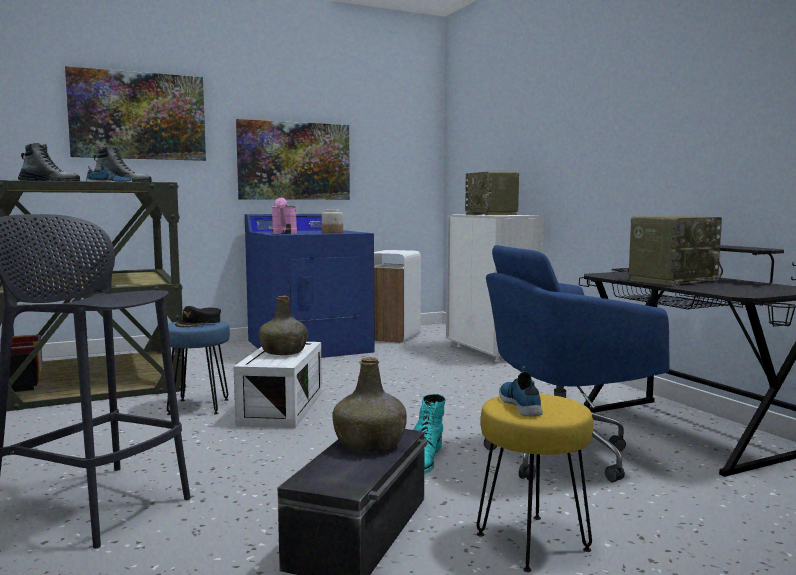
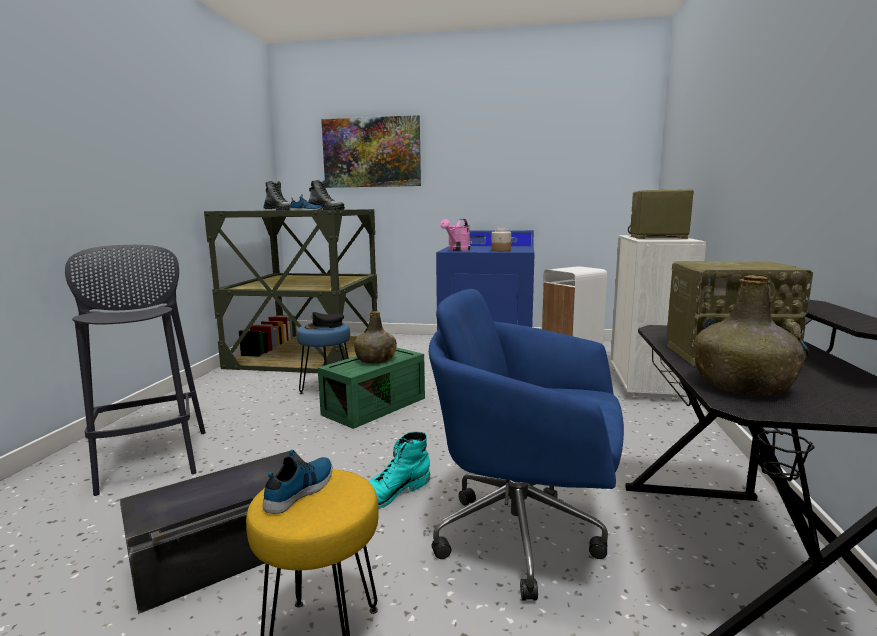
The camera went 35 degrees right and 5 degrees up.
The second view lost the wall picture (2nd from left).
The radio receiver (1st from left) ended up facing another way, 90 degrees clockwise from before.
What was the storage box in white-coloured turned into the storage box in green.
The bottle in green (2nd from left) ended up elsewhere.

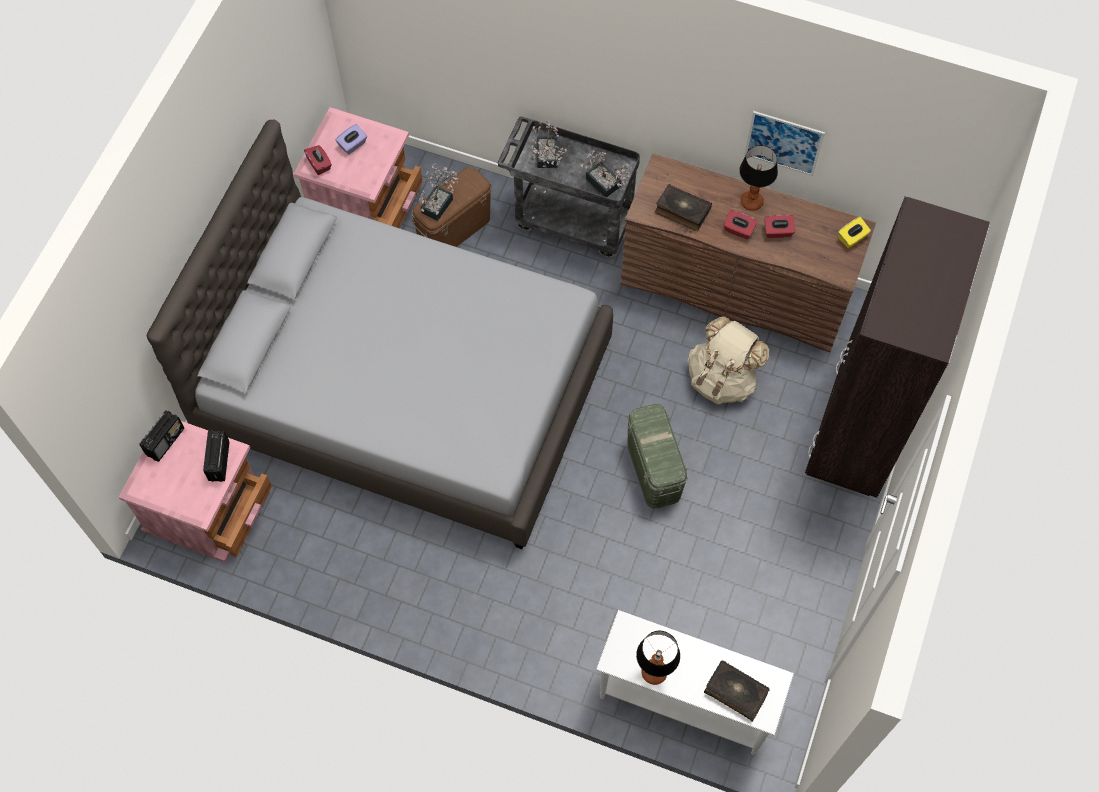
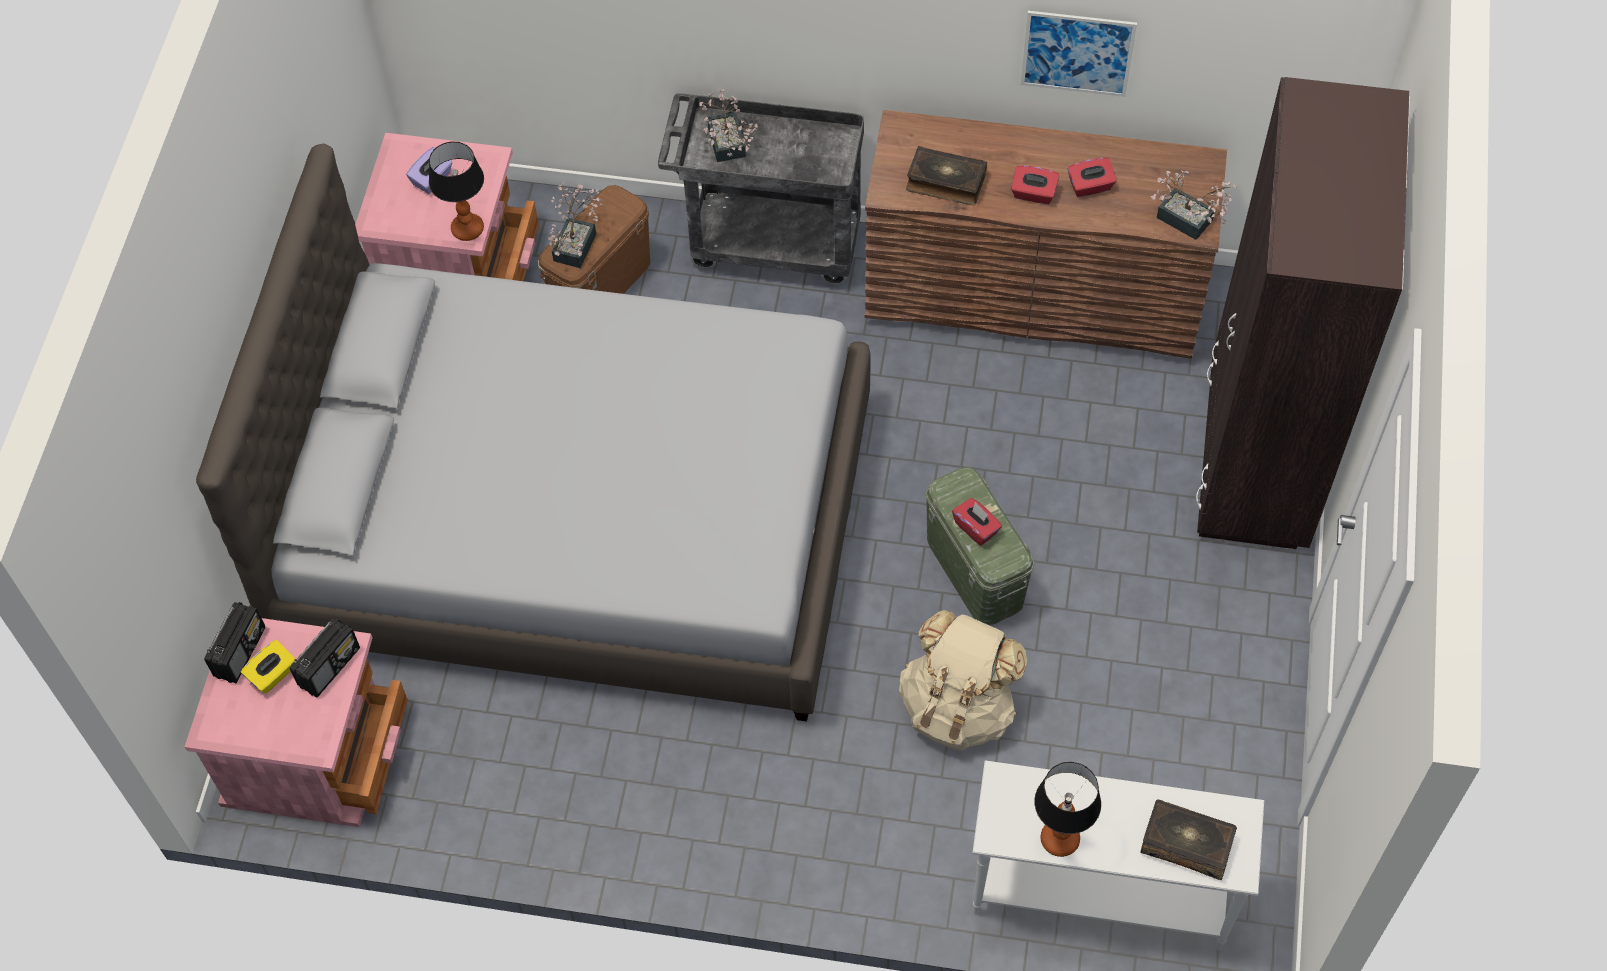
The camera went 10 degrees left and 5 degrees down.
The tissue holder in red (1st from left) ended up elsewhere.
The lamp for a table (2nd from left in the first image) ended up elsewhere.
The potted plant (3rd from left) ended up elsewhere.
The tissue holder in yellow-coloured ended up elsewhere.
The backpack in beige-coloured ended up elsewhere.
The radio receiver (2nd from left) ended up facing another way, 135 degrees counterclockwise from before.

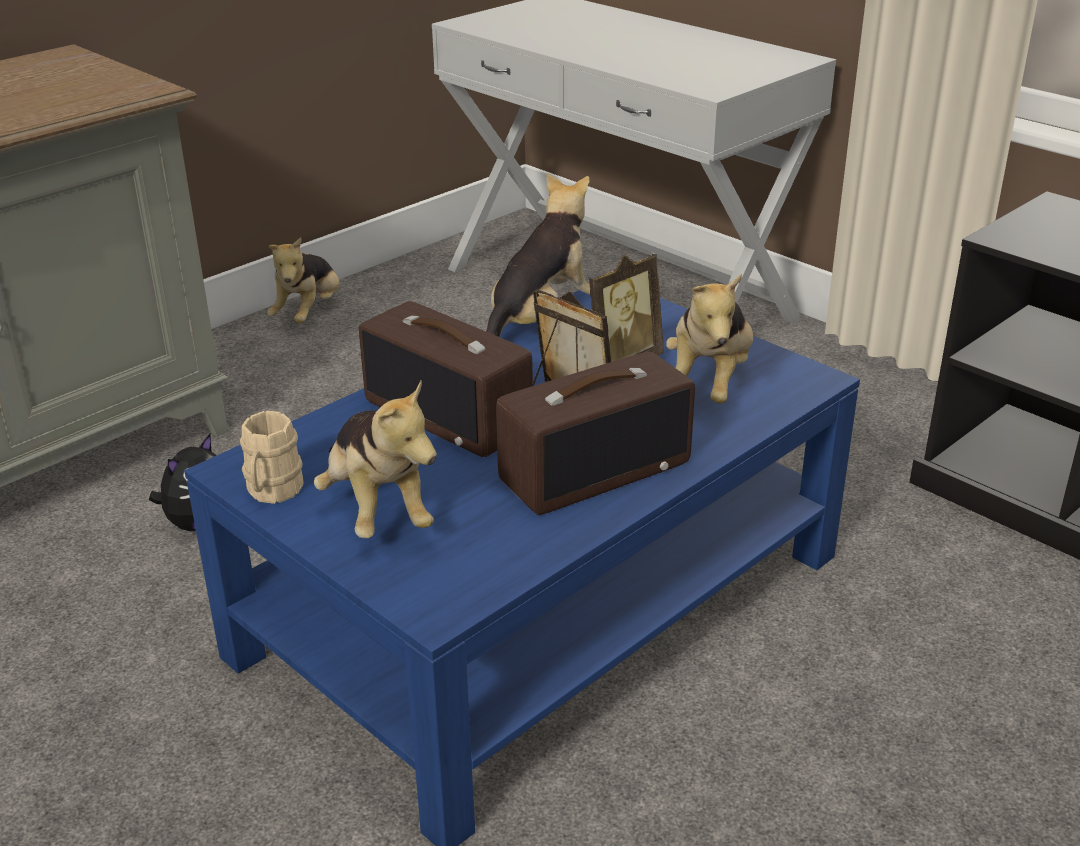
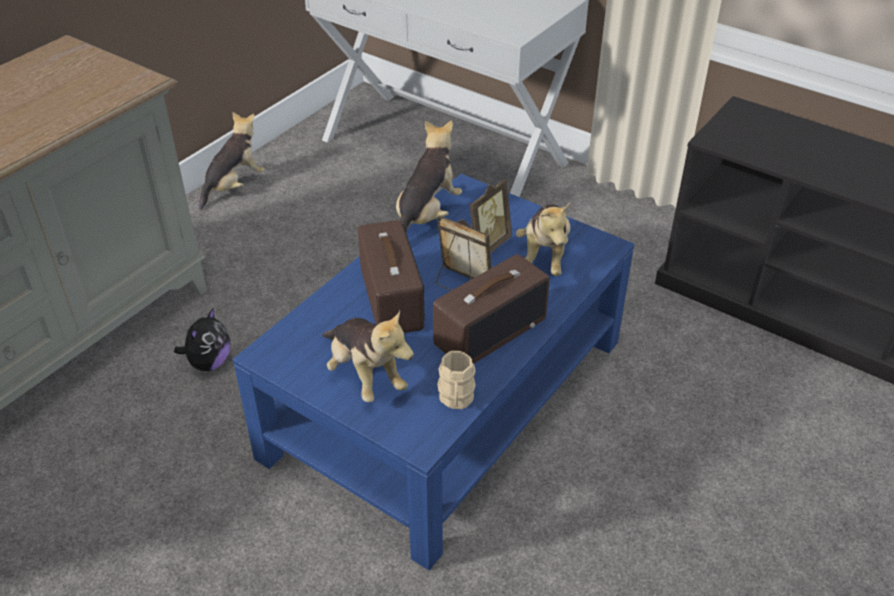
The camera went 10 degrees left and 10 degrees up.
The plush toy (2nd from left) ended up facing another way, 150 degrees counterclockwise from before.
The radio receiver (1st from left) ended up facing another way, 135 degrees counterclockwise from before.
The mug in beige-coloured ended up elsewhere.

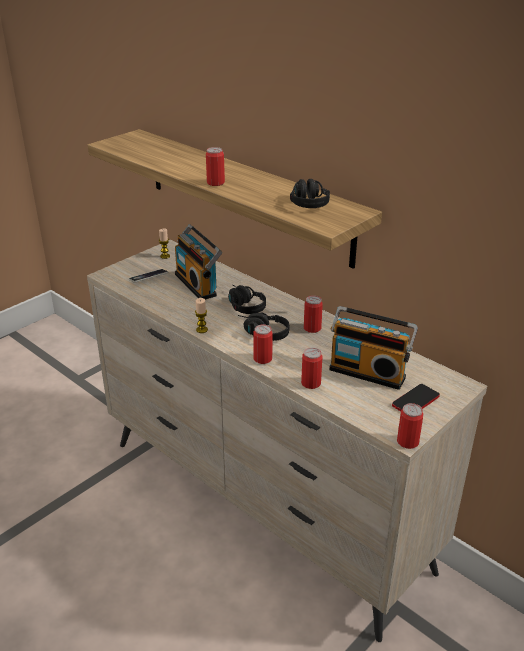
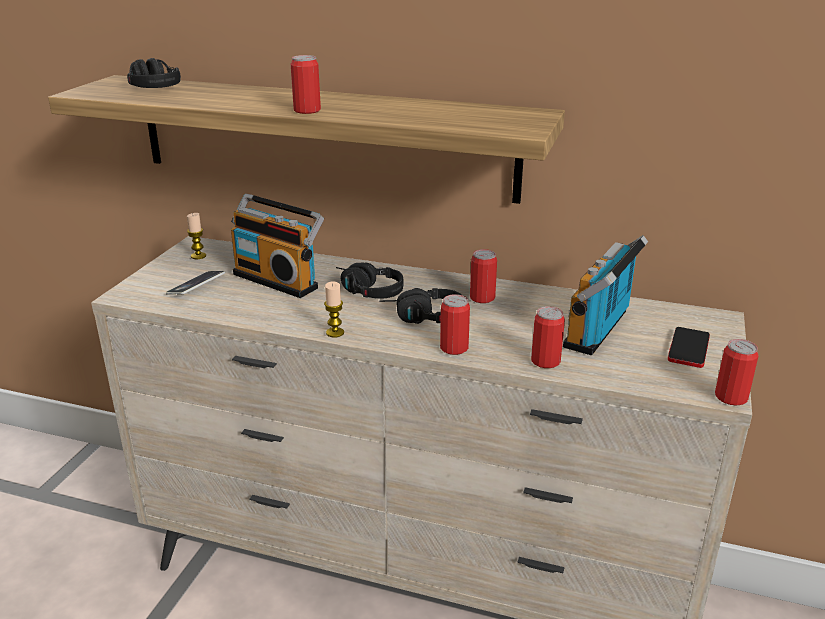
The camera went 25 degrees left and 5 degrees down.
The pair of headphones in black (3rd from left in the first image) ended up elsewhere.
The radio receiver (2nd from left) ended up facing another way, 120 degrees clockwise from before.

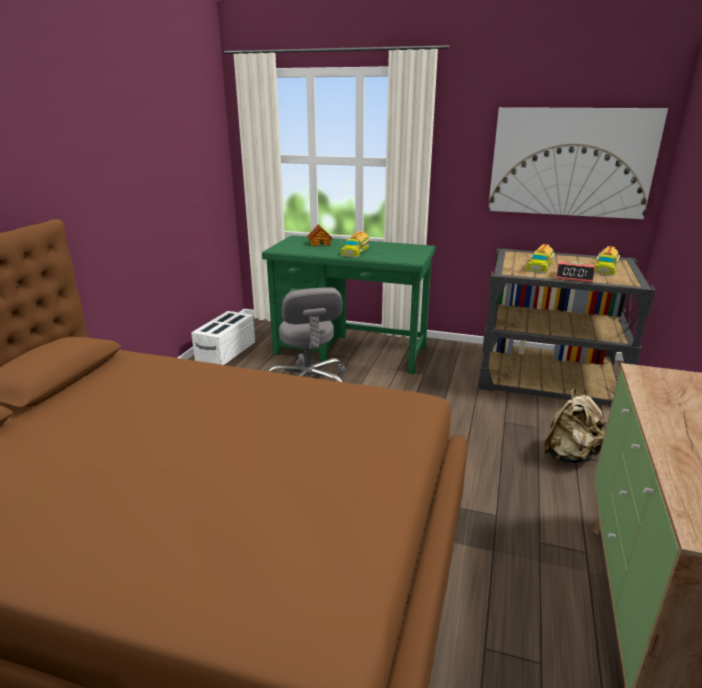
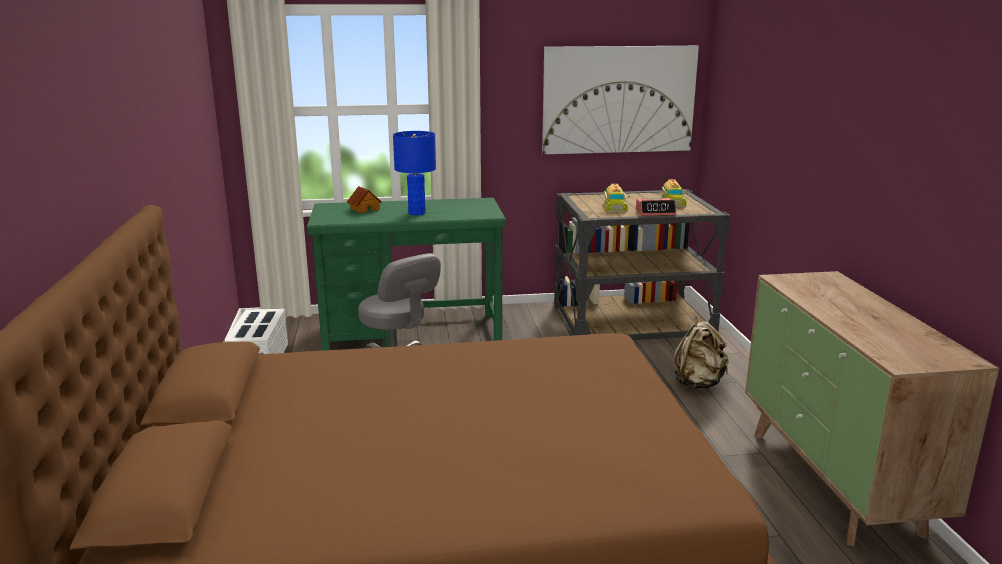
The camera went 25 degrees left and 5 degrees down.
Where the toy truck (1st from left) stood, the lamp for a table in bluish came to stand.

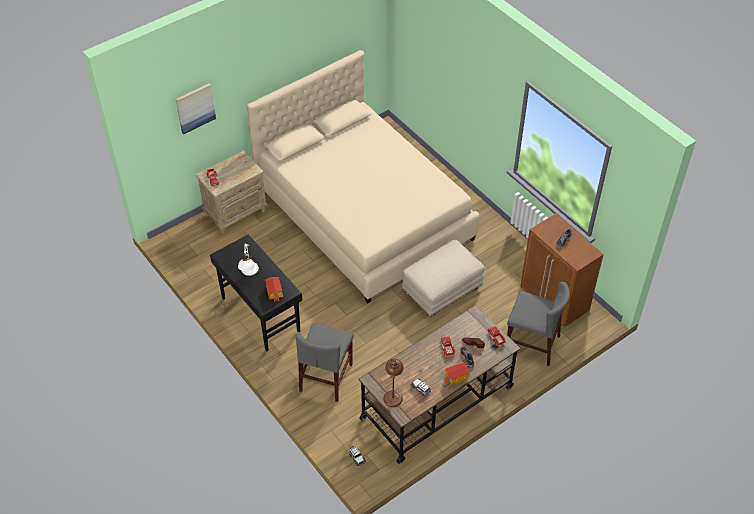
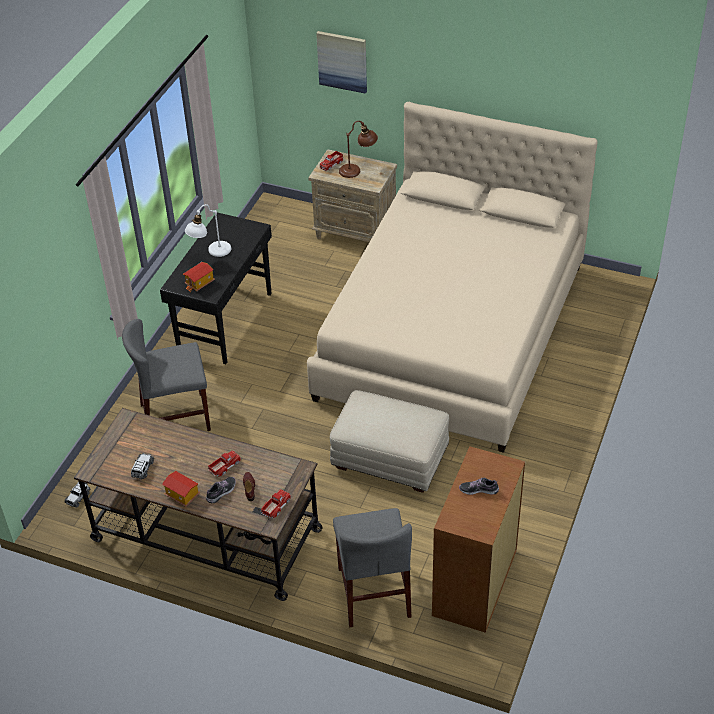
The camera went 60 degrees right and 5 degrees down.
The lamp for a table in brown ended up elsewhere.

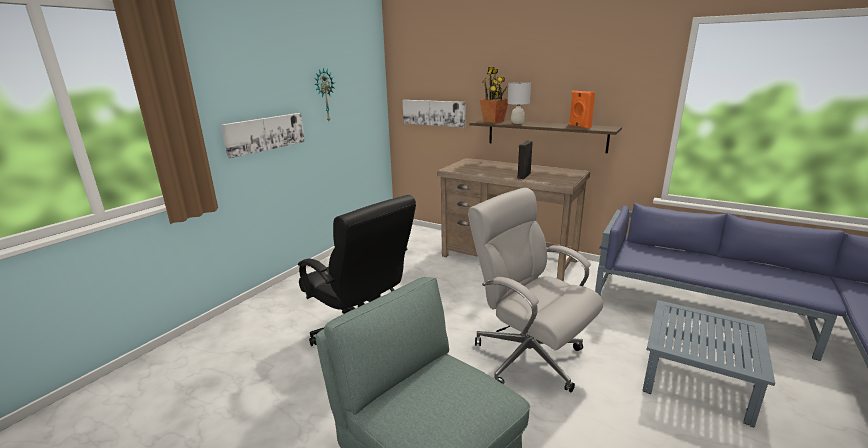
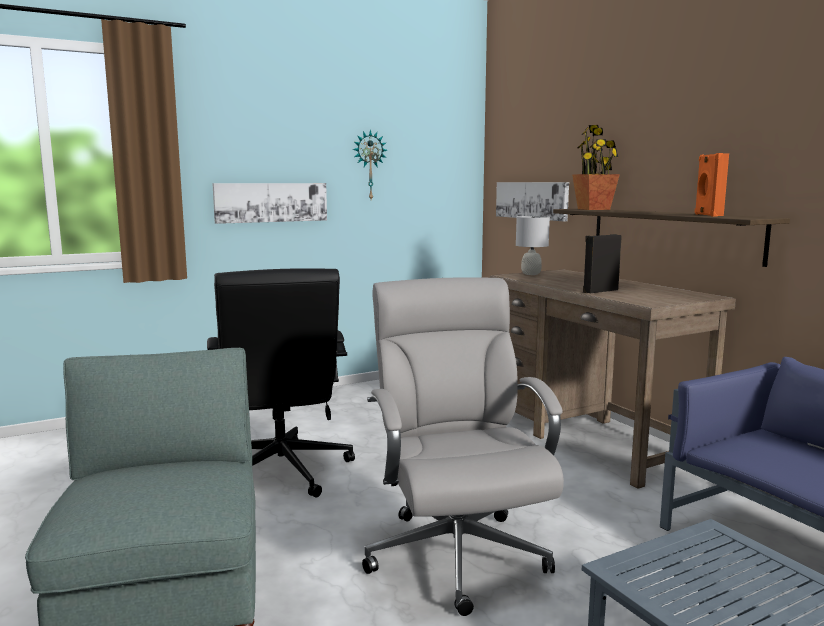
The camera went 30 degrees right and 10 degrees down.
The lamp for a table in gray ended up elsewhere.

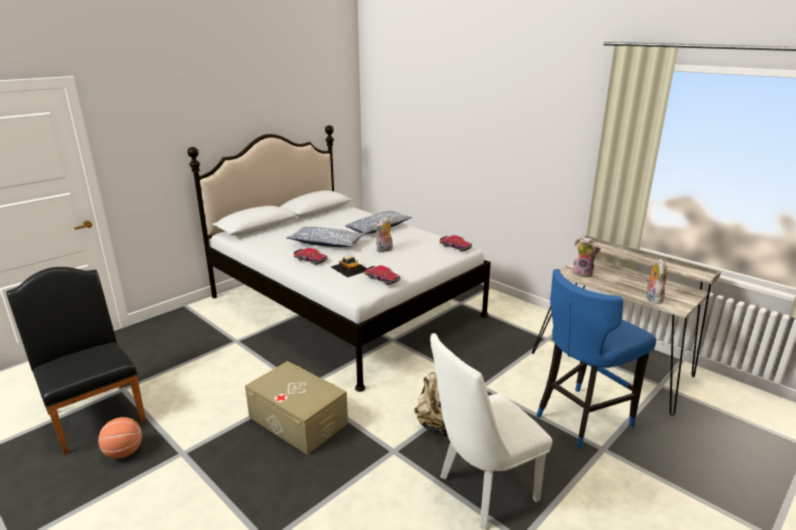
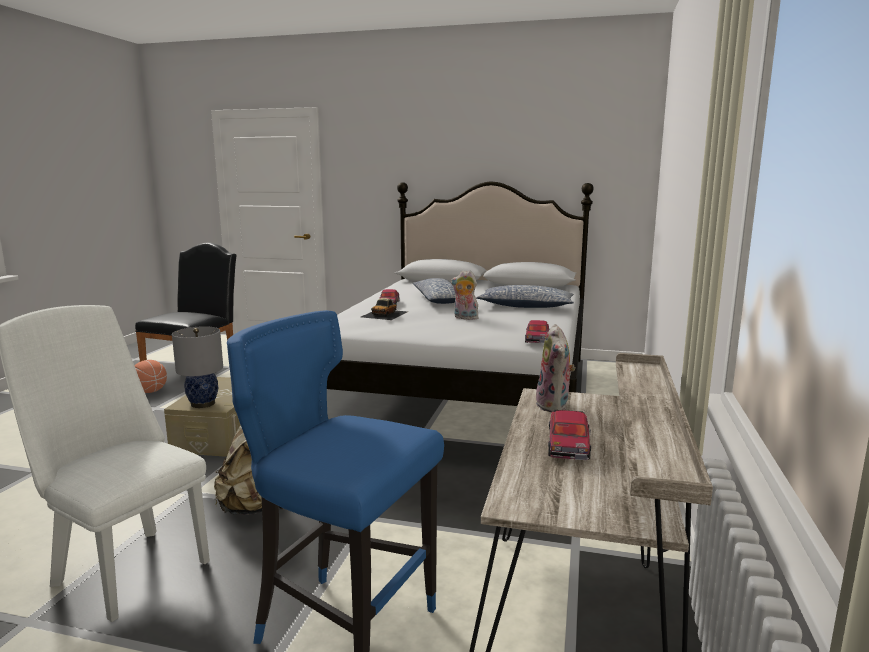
The camera went 60 degrees right and 10 degrees down.
The second view lost the plush toy (3rd from left).
The toy car (3rd from left in the first image) ended up elsewhere.
The second view gained the lamp for a table in gray.

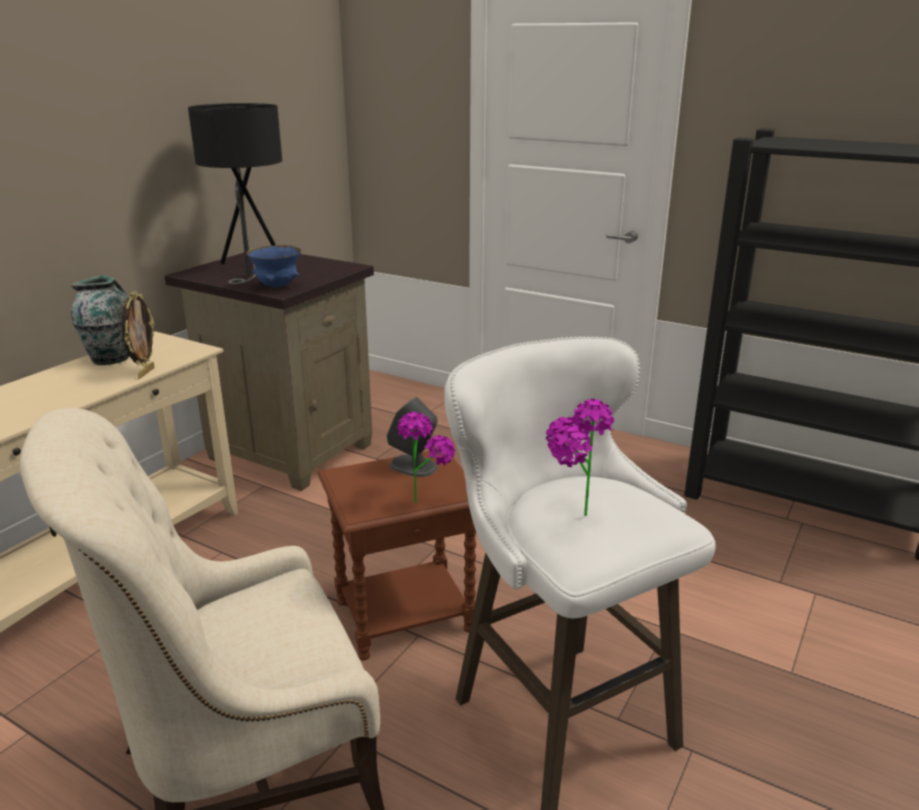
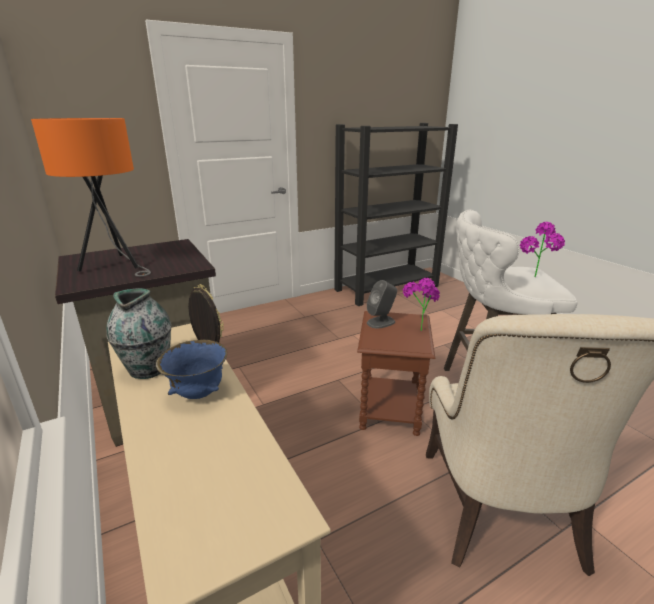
The camera went 60 degrees left and 0 degrees up.
What was the lamp for a table in black turned into the lamp for a table in orangey.
The serving bowl in bluish ended up elsewhere.

